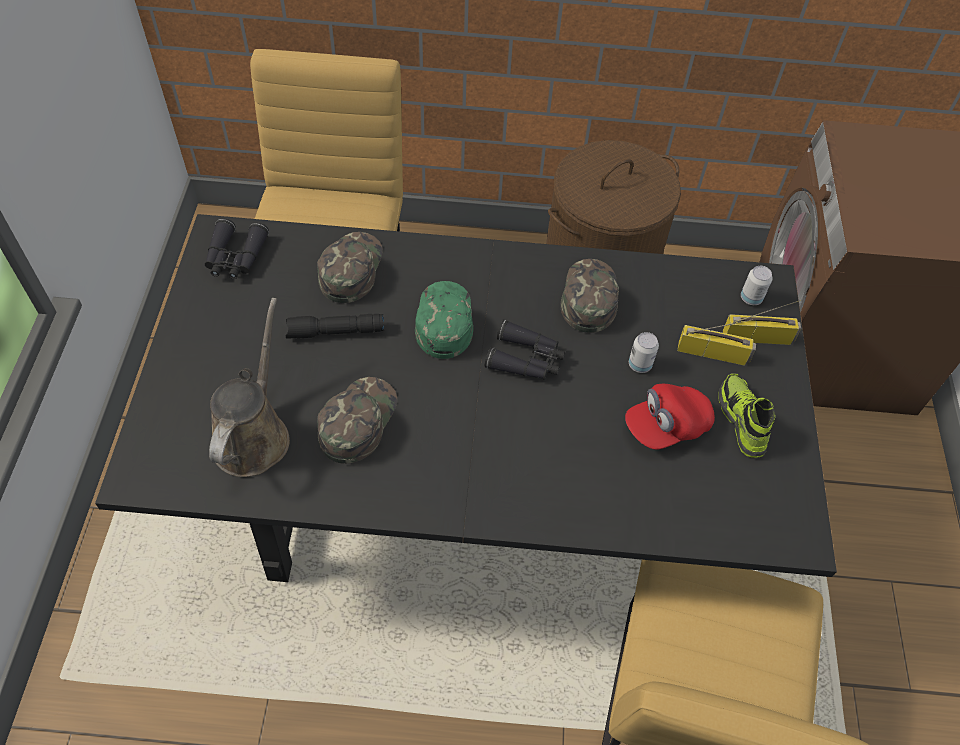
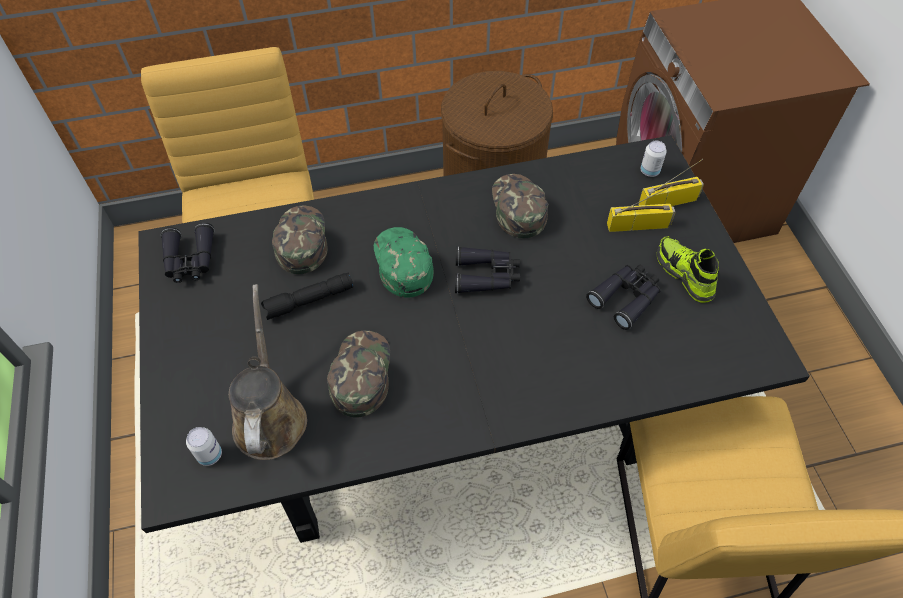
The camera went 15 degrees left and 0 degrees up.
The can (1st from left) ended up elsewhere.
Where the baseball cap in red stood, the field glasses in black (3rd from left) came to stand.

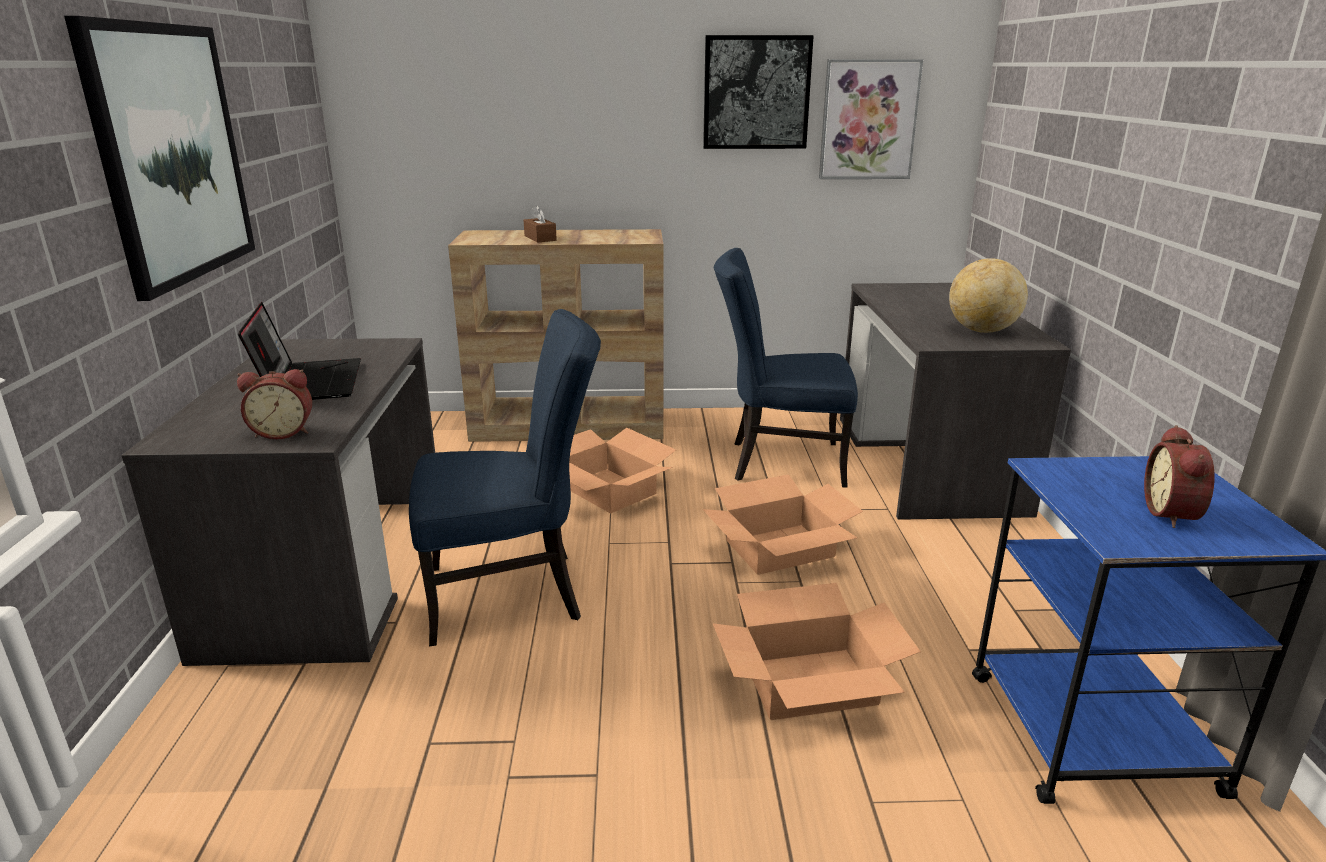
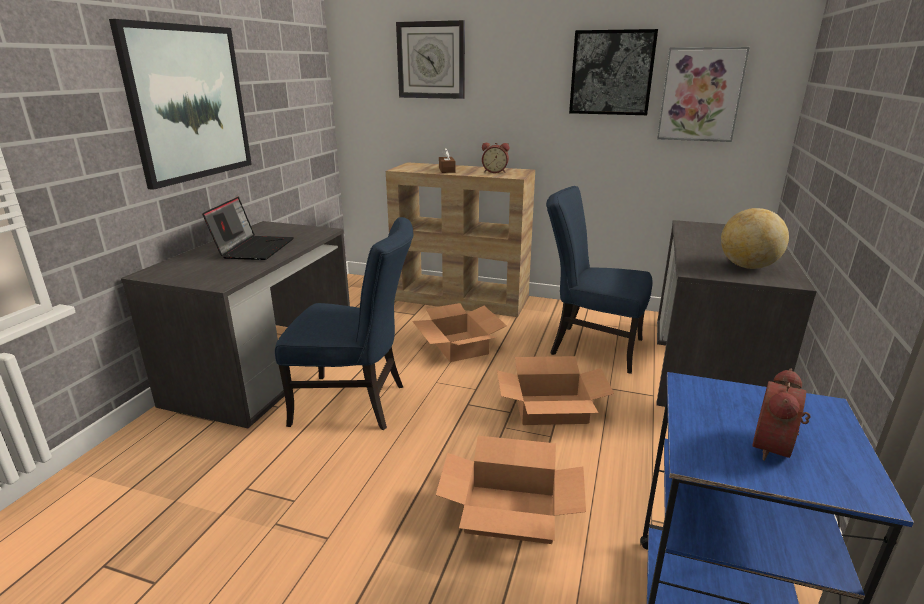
The camera went 20 degrees right and 0 degrees up.
The bedside clock (1st from left) ended up elsewhere.
The second view gained the wall clock.

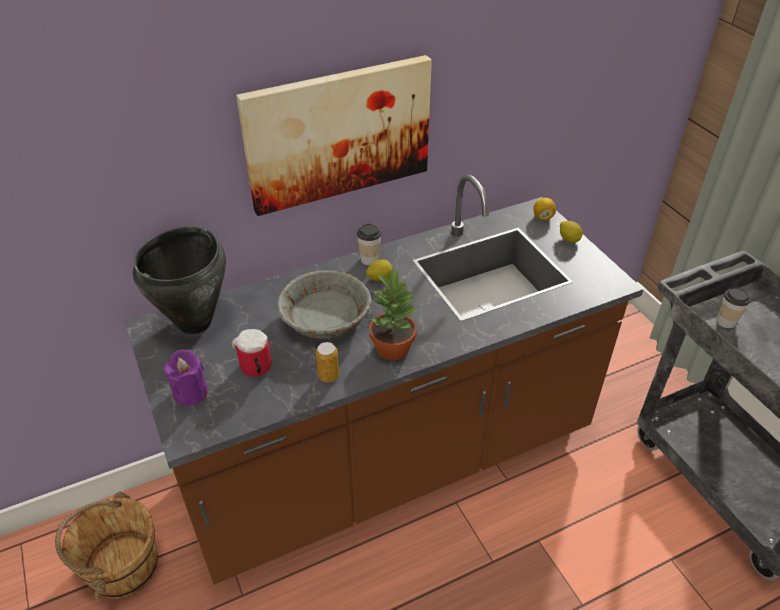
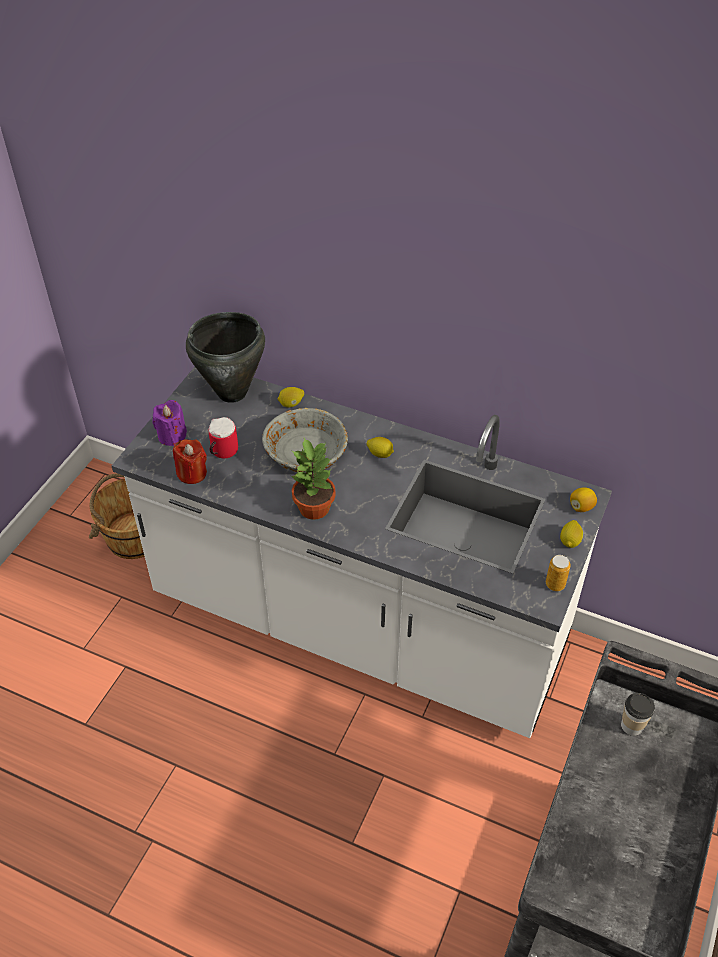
The camera went 50 degrees right and 5 degrees up.
The second view lost the wall picture.
What was the kitchen counter in brown turned into the kitchen counter in white-coloured.
The second view lost the cup (1st from left).
The can ended up elsewhere.
The second view gained the lemon (1st from left).
The second view gained the wax candle in red.

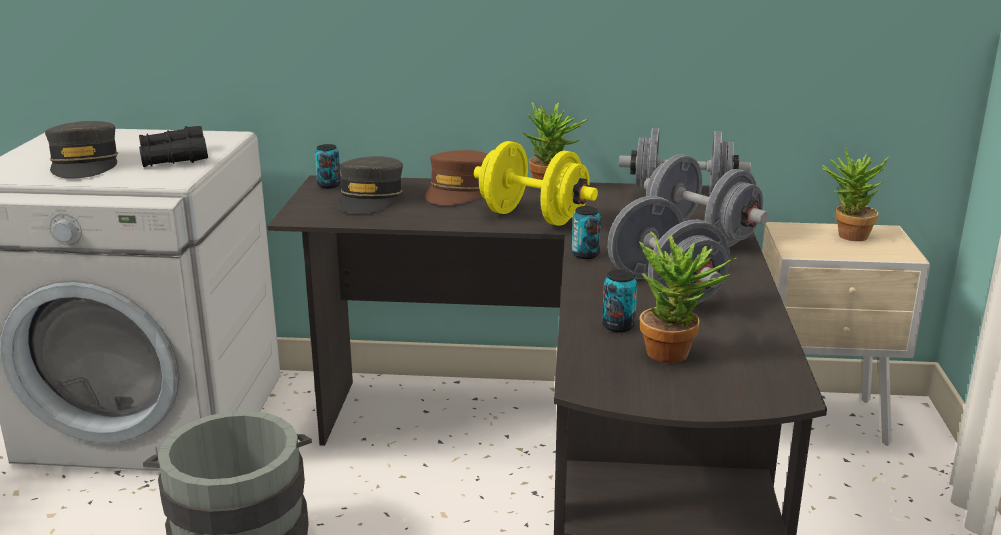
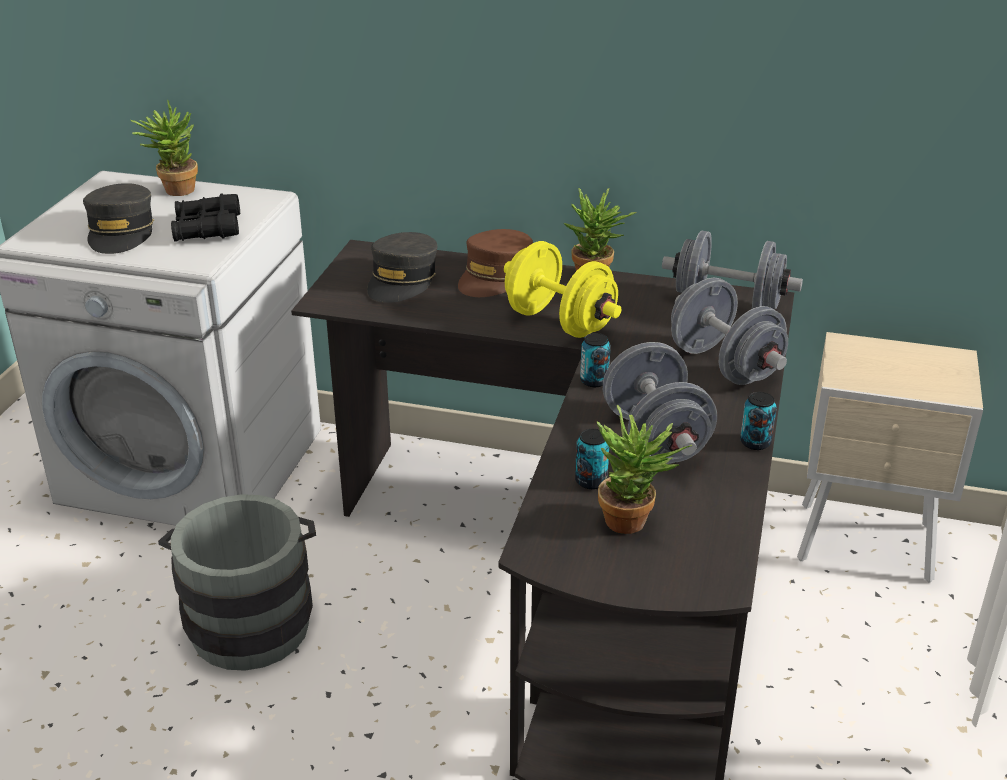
The camera went 10 degrees right and 10 degrees up.
The can (1st from left in the first image) ended up elsewhere.
The potted plant (3rd from left in the first image) ended up elsewhere.

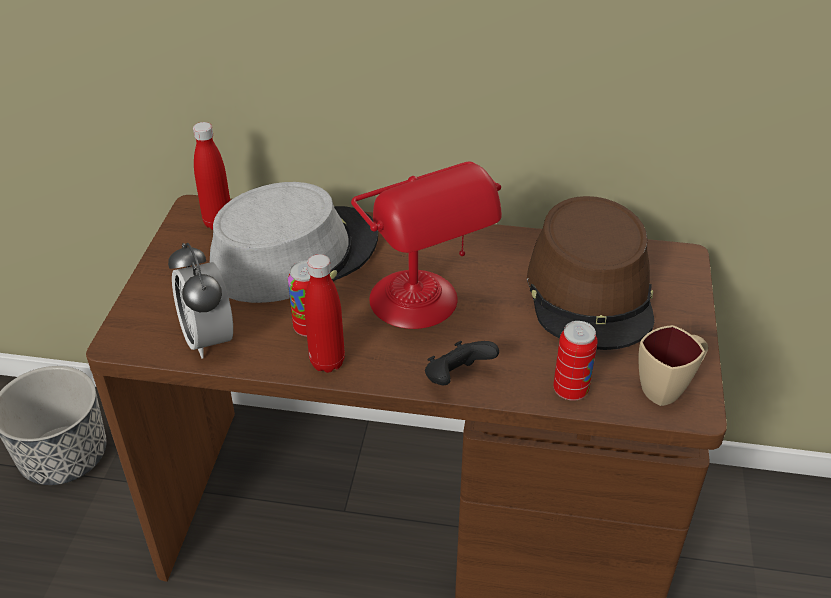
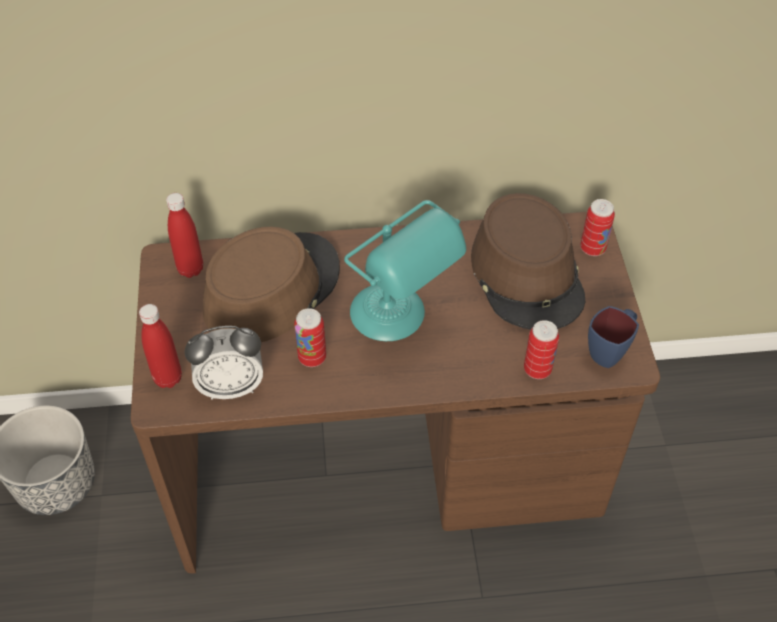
The camera went 15 degrees left and 10 degrees up.
What was the lamp for a table in red turned into the lamp for a table in blue-green.
What was the clothing hat in gray turned into the clothing hat in brown (1st from left).
The bedside clock ended up facing another way, 60 degrees counterclockwise from before.
The bottle in red (2nd from left in the first image) ended up elsewhere.
What was the mug in beige-coloured turned into the mug in bluish.
The second view lost the gamepad in black.
The second view gained the can (3rd from left).

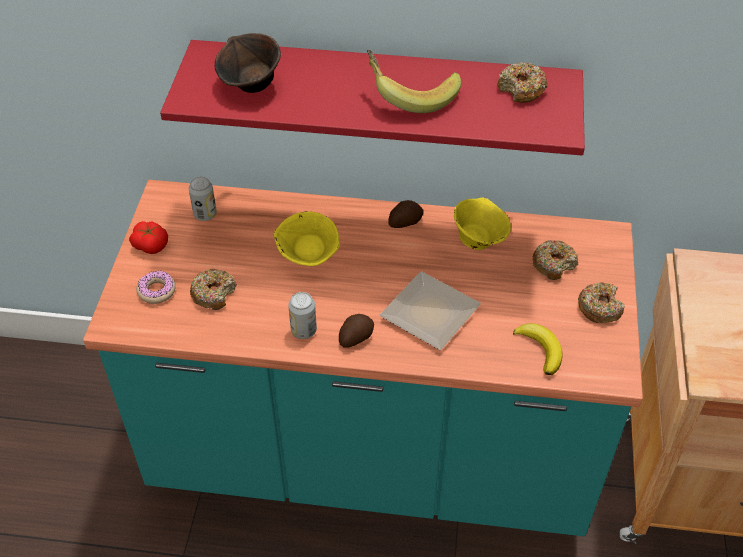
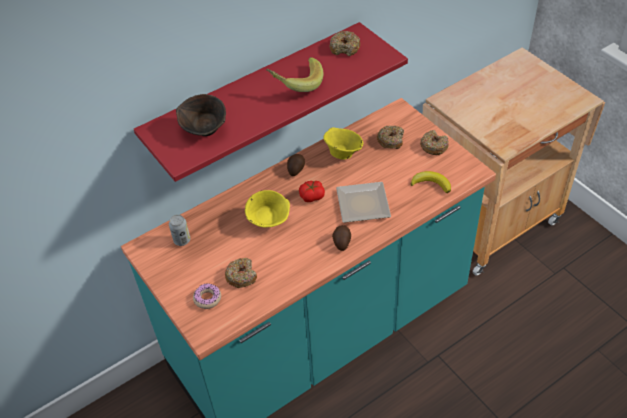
The camera went 40 degrees left and 0 degrees up.
The whole tomato ended up elsewhere.
The second view lost the can (2nd from left).

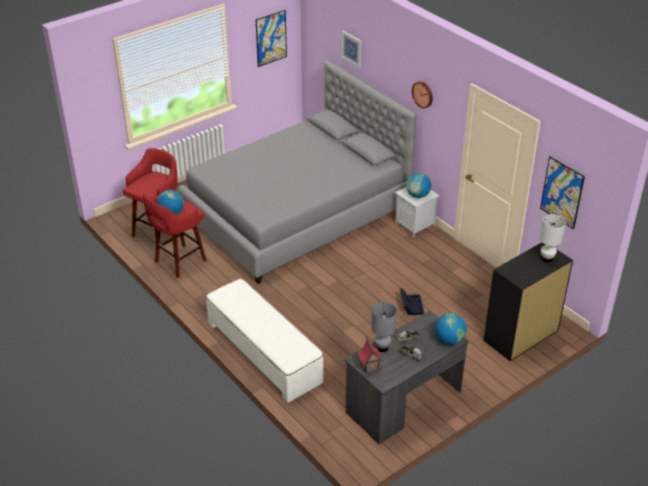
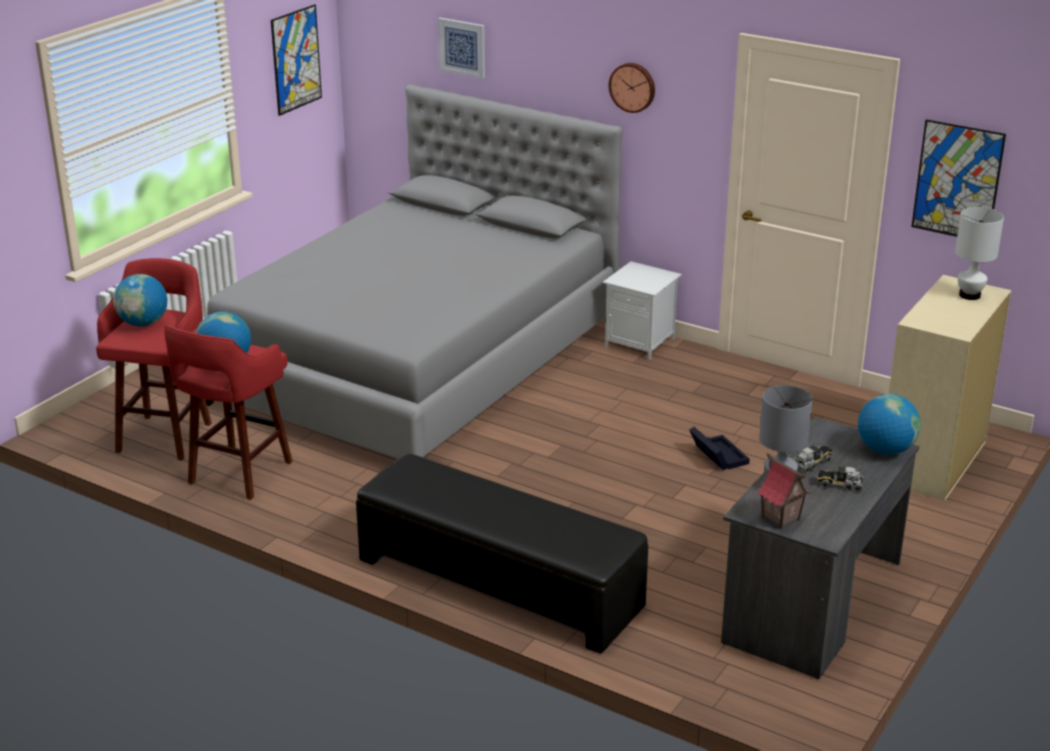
The camera went 20 degrees left and 10 degrees down.
The desk globe (2nd from left in the first image) ended up elsewhere.
What was the storage cabinet in black turned into the storage cabinet in beige-coloured.
What was the indoor bench in white-coloured turned into the indoor bench in black.

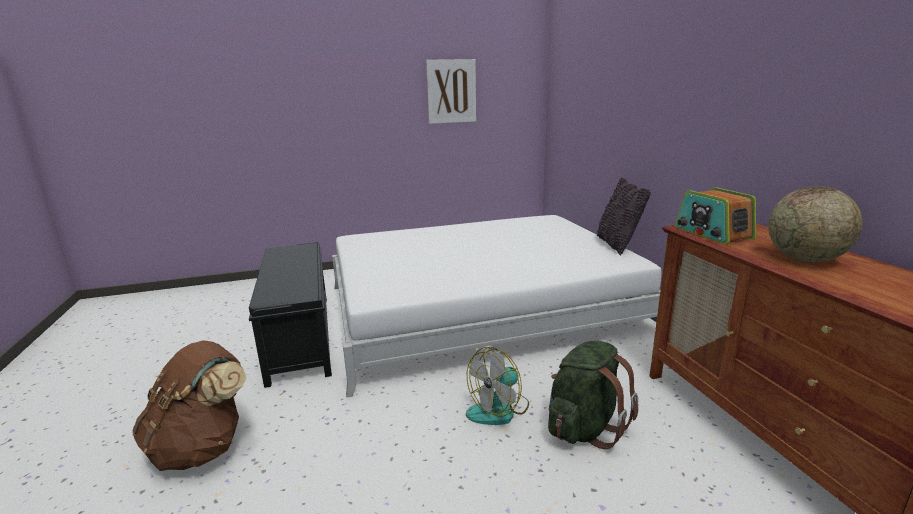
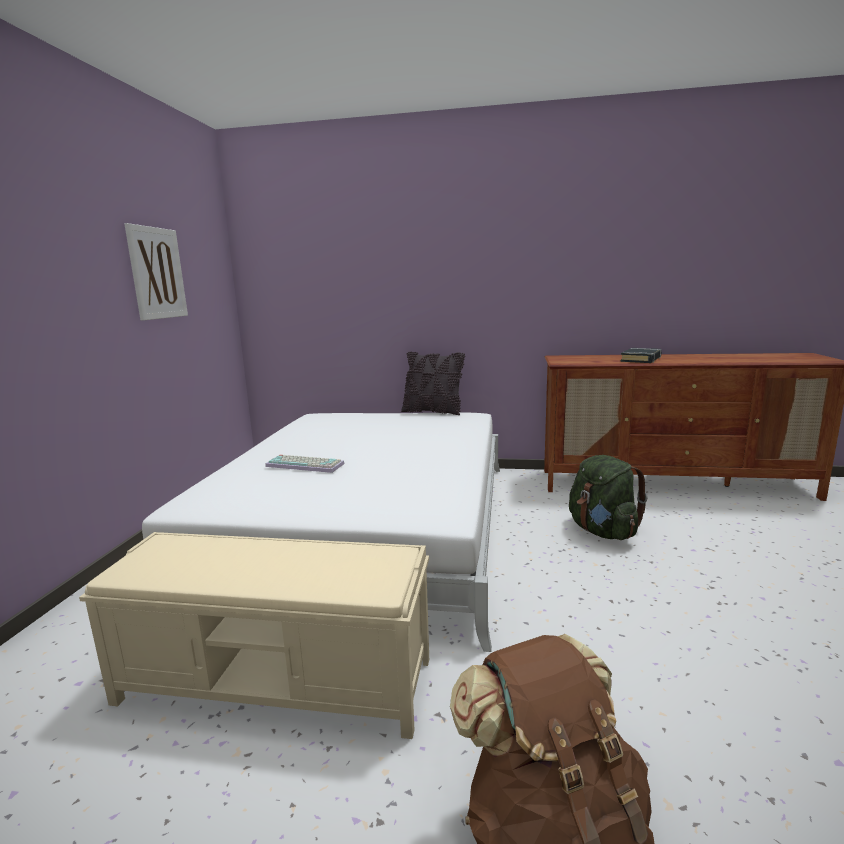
The camera went 65 degrees left and 5 degrees down.
The second view lost the radio receiver.
Where the desk globe stood, the volume in black came to stand.
What was the indoor bench in black turned into the indoor bench in beige-coloured.
The second view lost the electric fan.
The second view gained the computer keyboard.

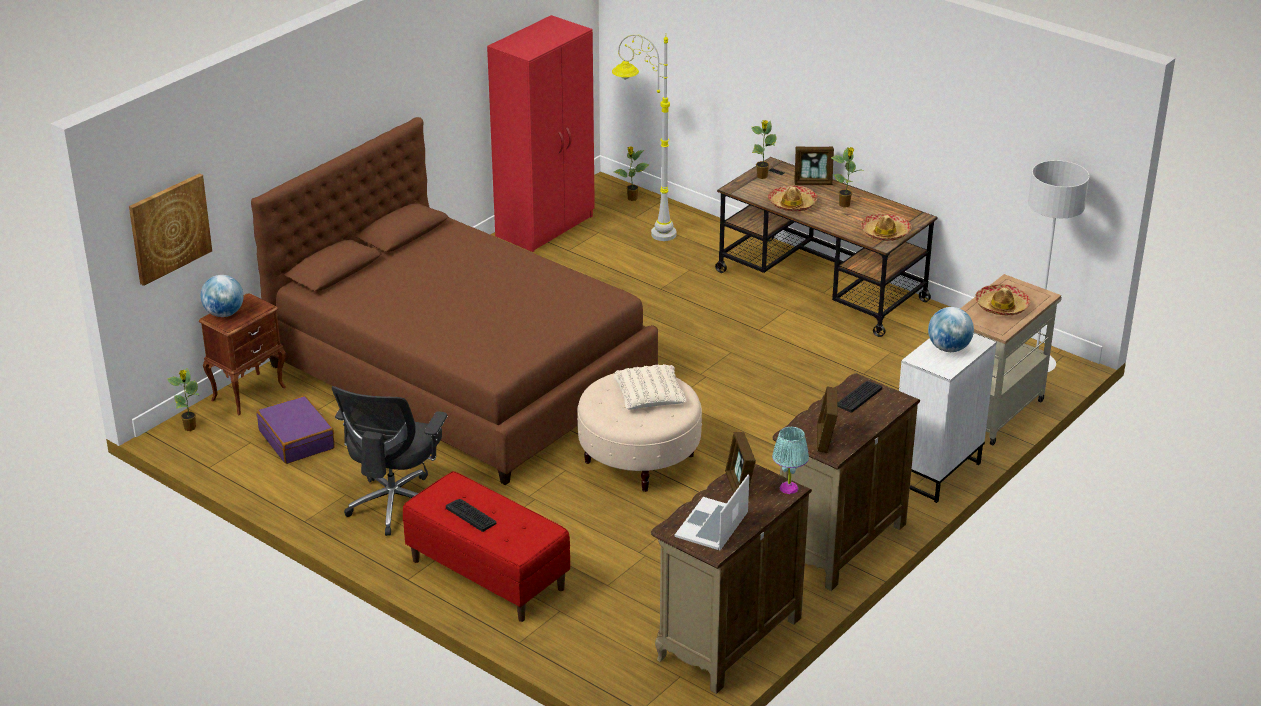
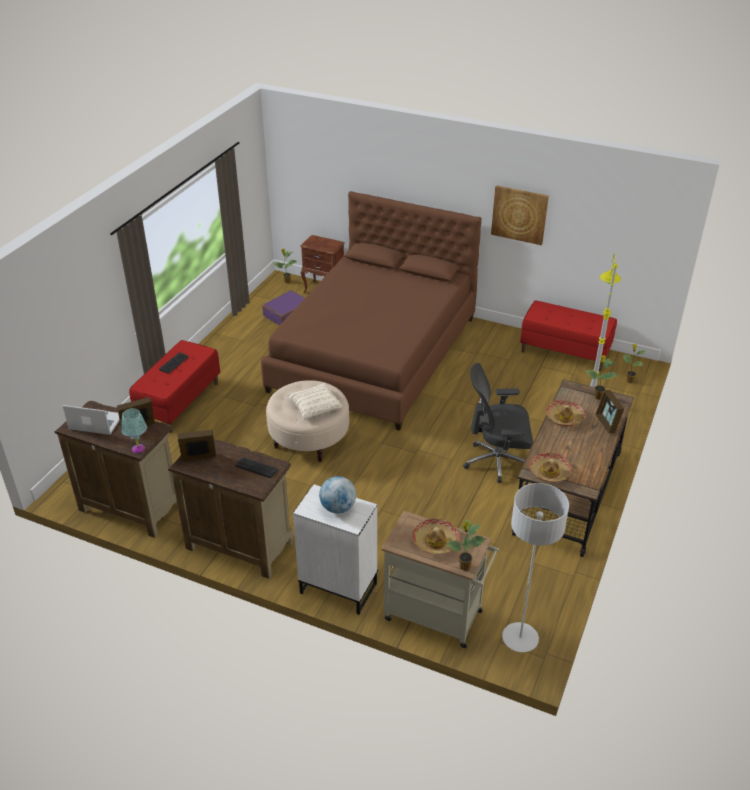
The camera went 75 degrees right and 5 degrees up.
Where the wardrobe in red stood, the indoor bench in red (2nd from left) came to stand.
The potted plant (4th from left in the first image) ended up elsewhere.
The wall picture ended up elsewhere.
The second view lost the desk globe (1st from left).
The office chair ended up elsewhere.

